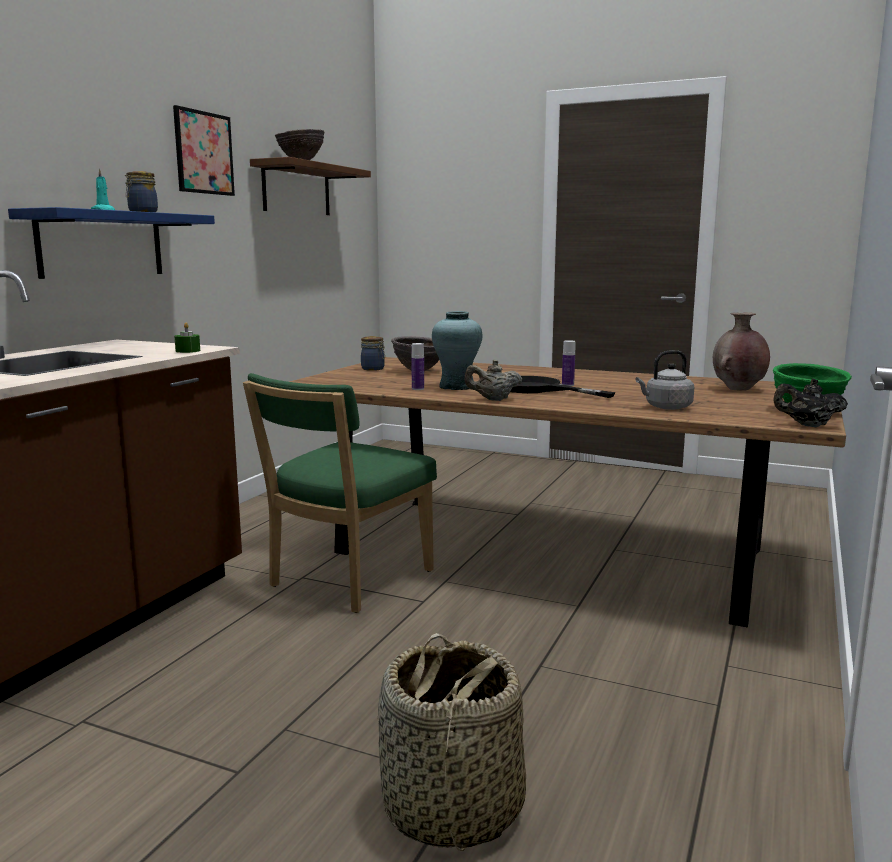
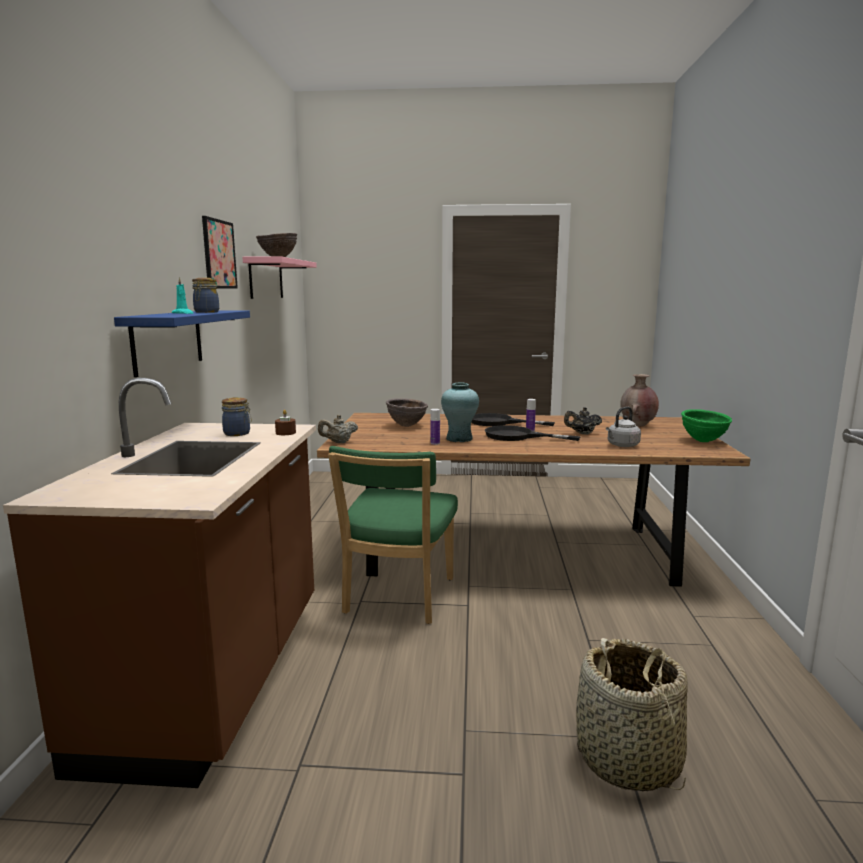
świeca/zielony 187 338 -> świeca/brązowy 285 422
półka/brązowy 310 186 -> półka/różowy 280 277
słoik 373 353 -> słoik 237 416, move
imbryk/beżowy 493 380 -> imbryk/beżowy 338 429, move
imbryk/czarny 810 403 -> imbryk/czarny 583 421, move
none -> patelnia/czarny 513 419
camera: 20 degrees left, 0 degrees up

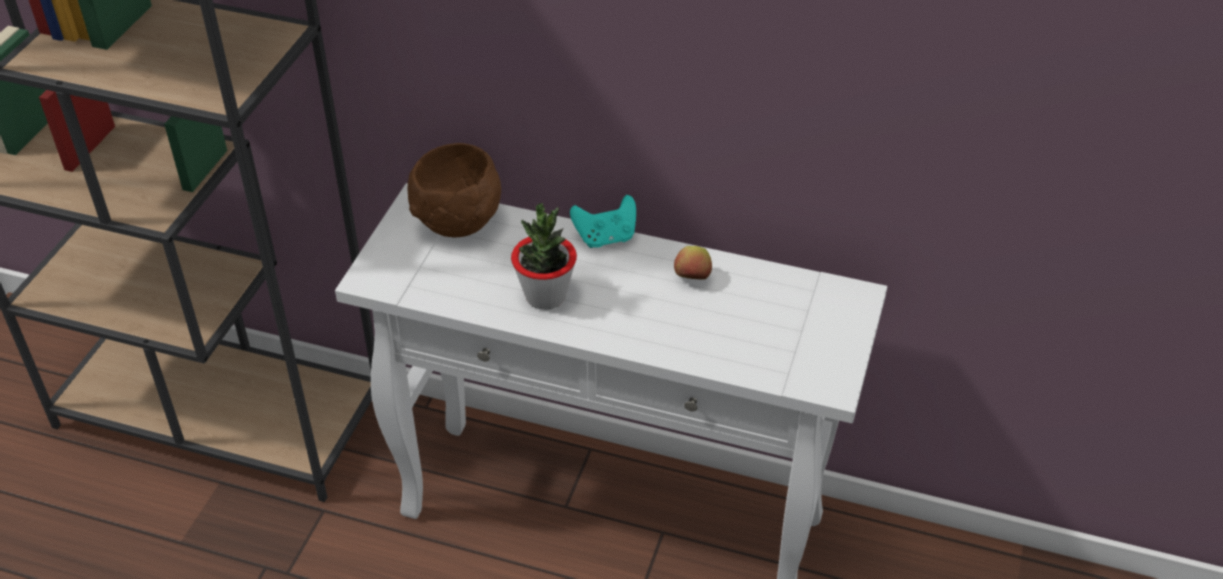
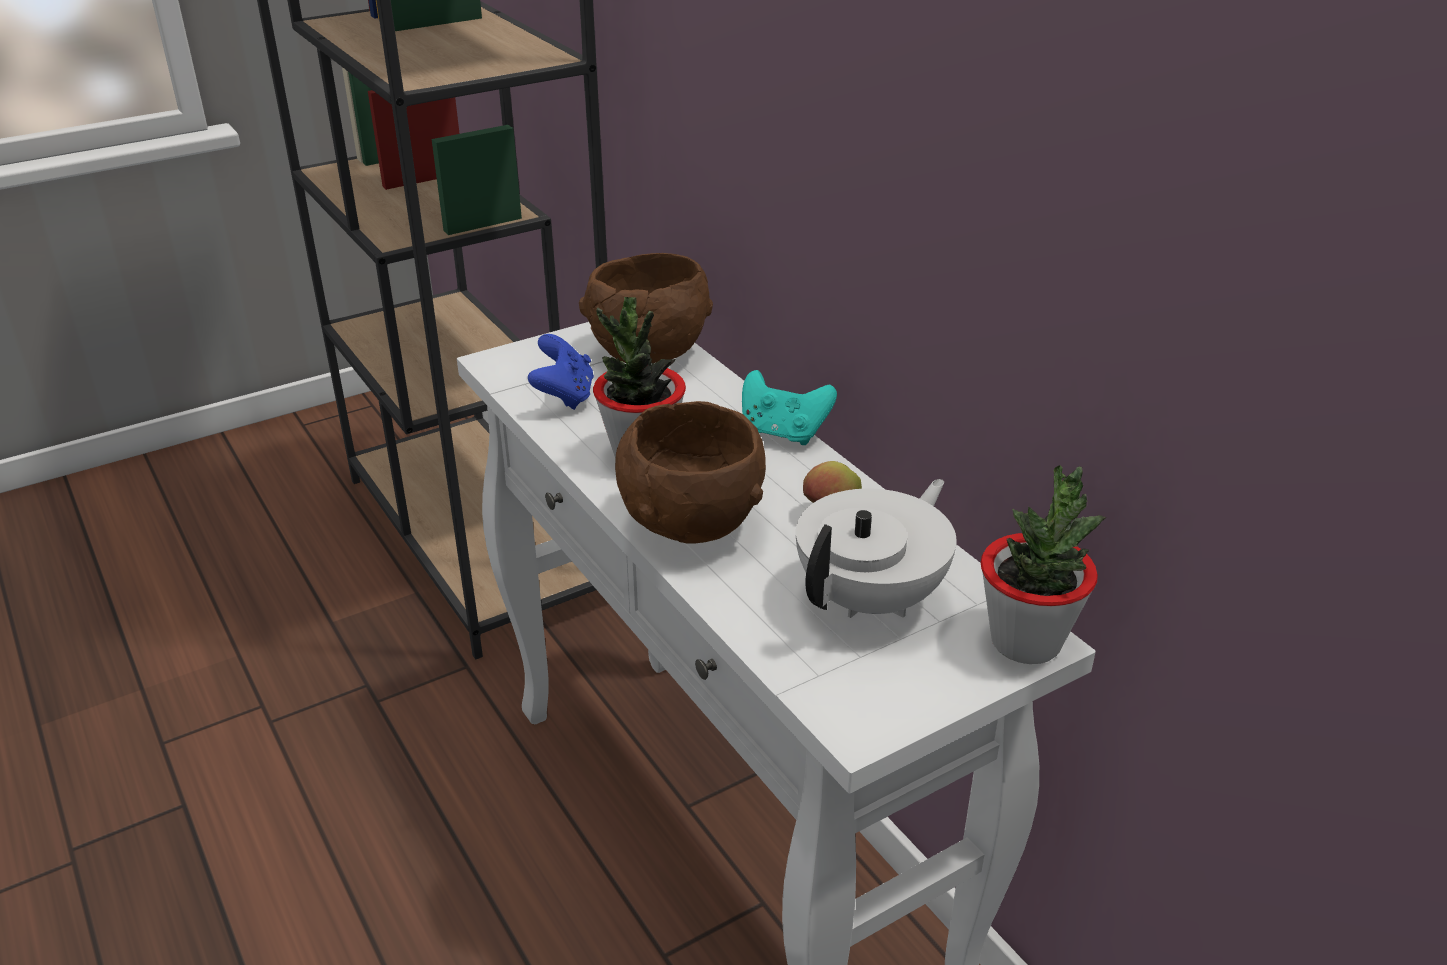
none -> pad do gier/niebieski 561 372
none -> miska/brązowy 690 472
none -> imbryk/biały 876 548
none -> roślina doniczkowa 1043 564
camera: 40 degrees right, 10 degrees down

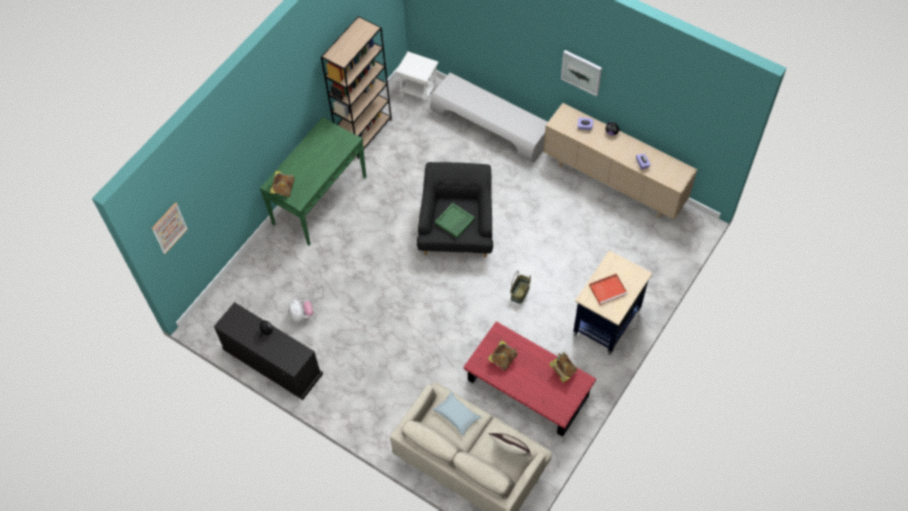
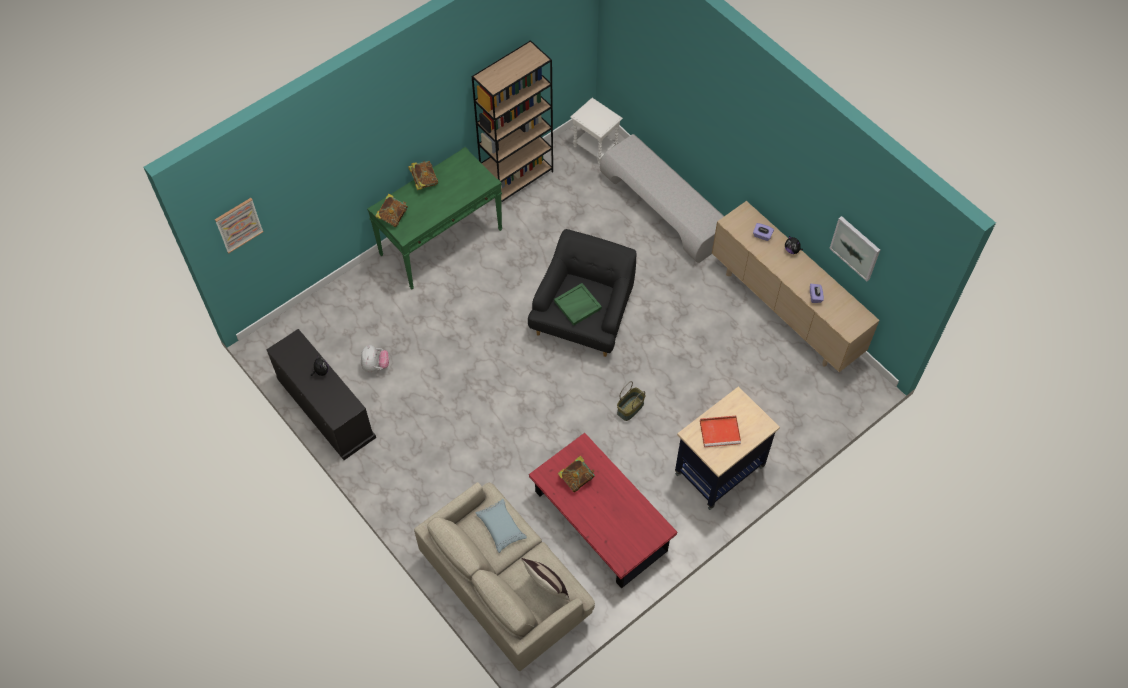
książka 563 368 -> książka 423 175, move
obraz 581 73 -> obraz 854 248, move
camera: 15 degrees right, 0 degrees up

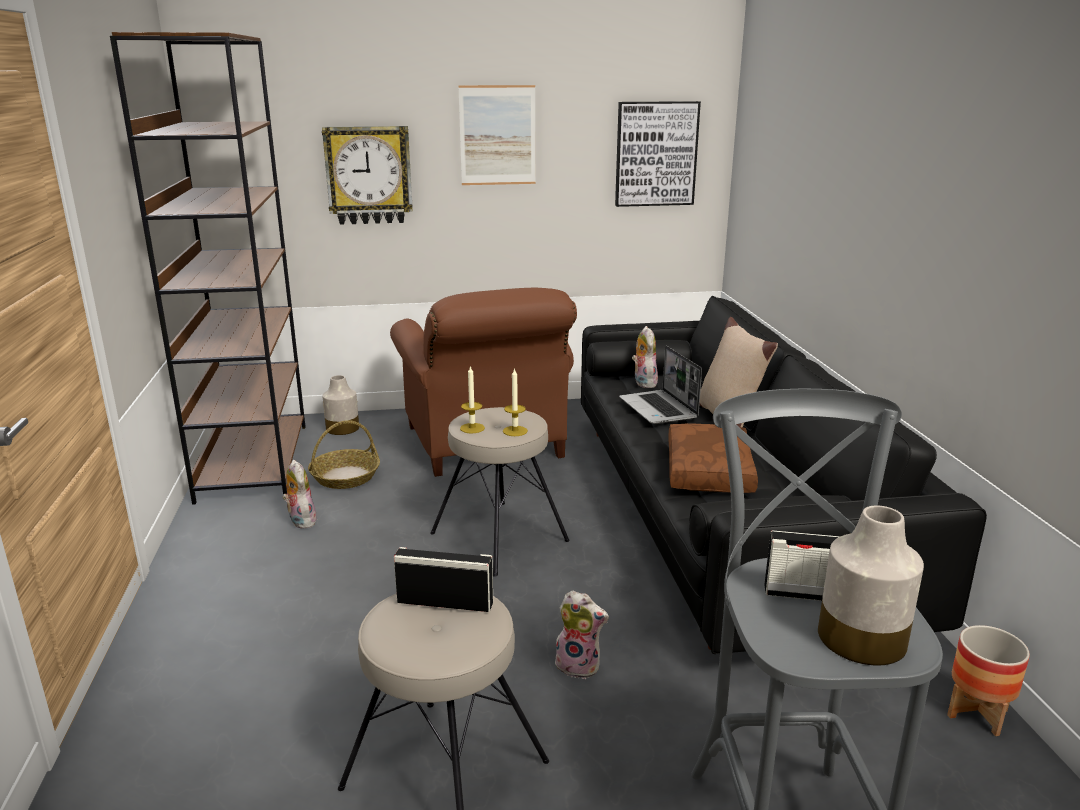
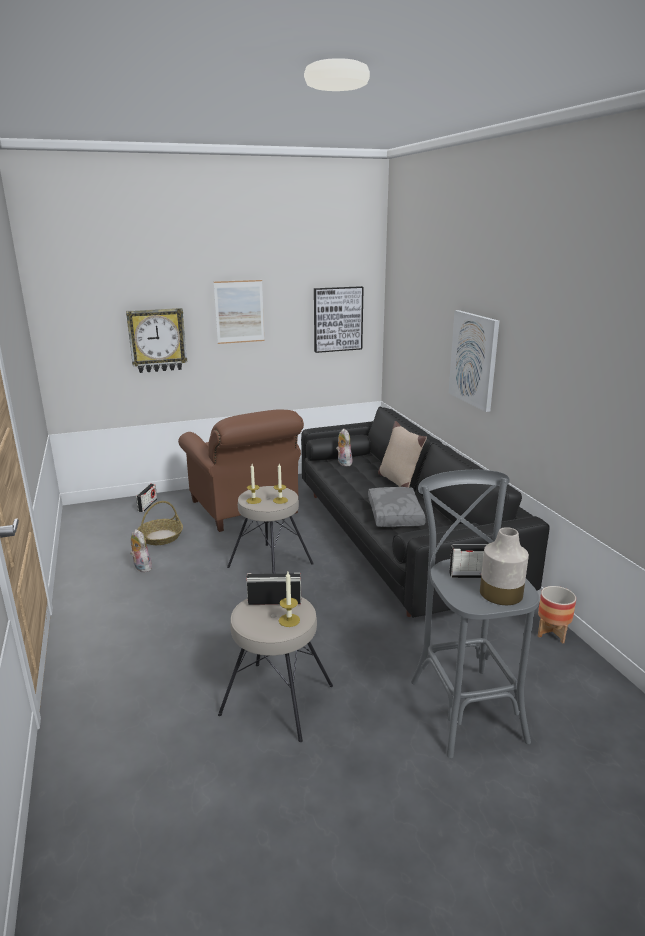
regał/brązowy 208 268 -> none
wazon/beżowy 340 405 -> radio 146 498
pluszak 582 634 -> none
laptop 660 385 -> none
poduszka/brązowy 713 458 -> poduszka/szary 397 507
none -> świeca 289 599
none -> obraz 474 361
camera: 10 degrees left, 0 degrees up

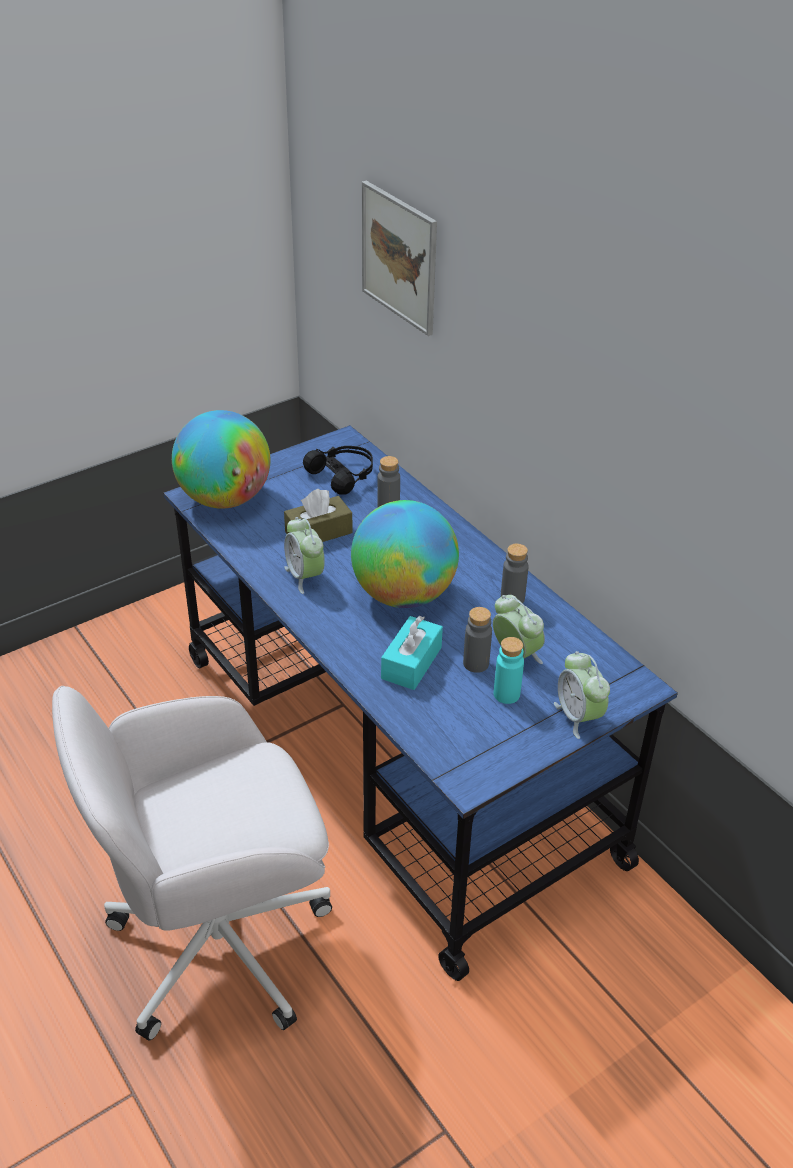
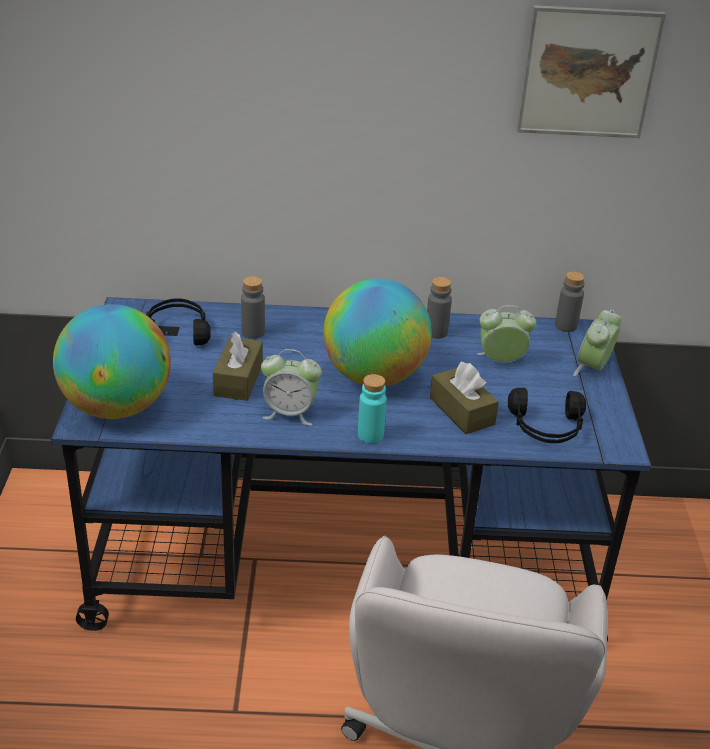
obraz 399 258 -> obraz 591 71, move
pudełko chusteczek/turkusowy 412 653 -> pudełko chusteczek/brązowy 464 398
butelka/szary 477 640 -> butelka/szary 570 301, move
butelka/turkusowy 509 670 -> butelka/turkusowy 372 408, move
budzik 582 695 -> budzik 597 342, 105 degrees clockwise
none -> słuchawki/czarny 547 415
camera: 55 degrees left, 5 degrees down

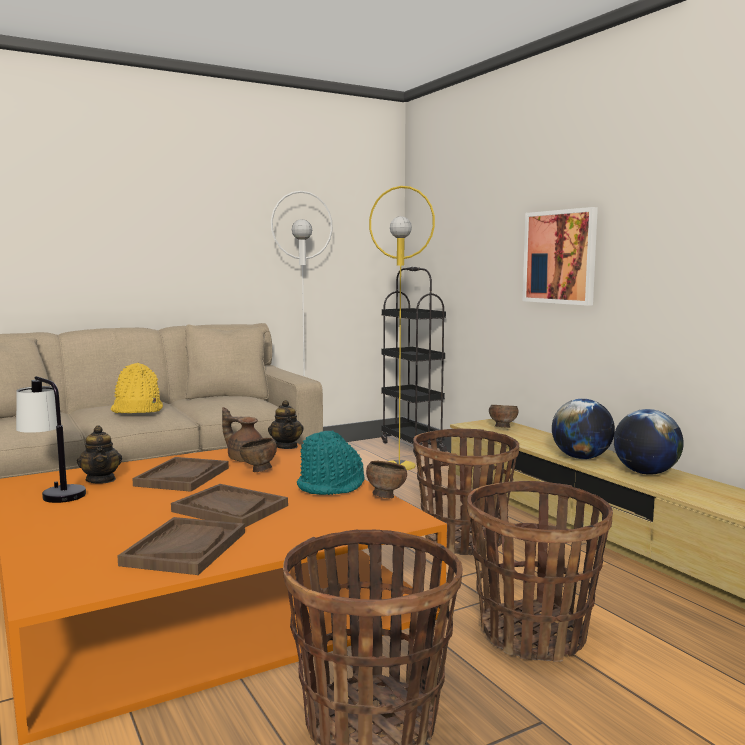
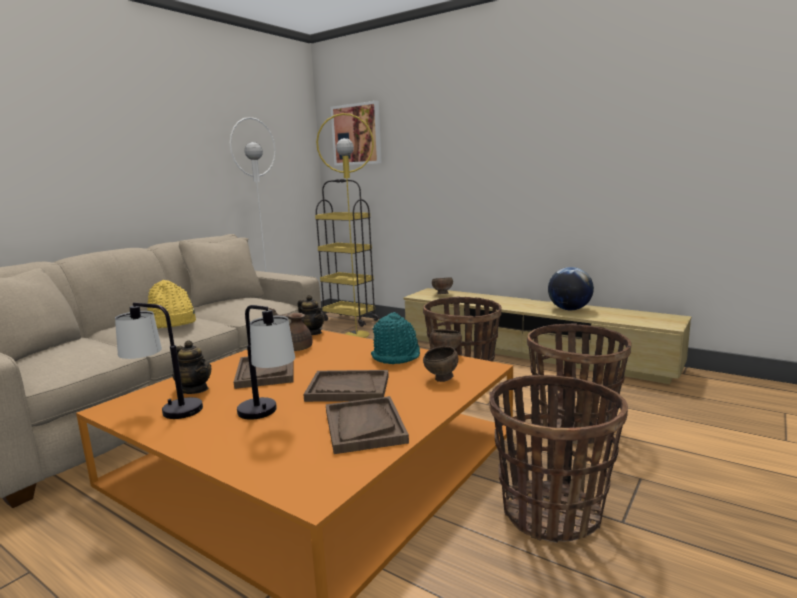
miska/brązowy 258 455 -> miska/brązowy 440 364, move
wózek/czarny 414 362 -> wózek/żółty 347 253
obraz 560 256 -> obraz 356 133, move
globus 583 429 -> none
none -> lampa stołowa 266 362
camera: 25 degrees left, 5 degrees up

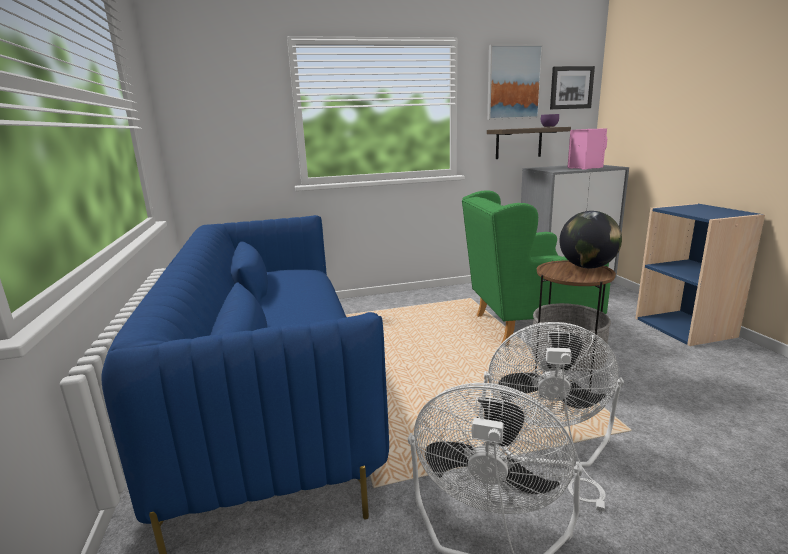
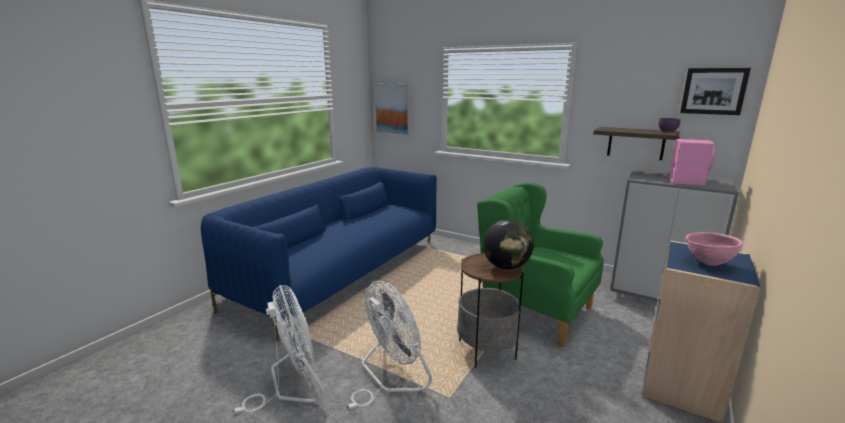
obraz 515 82 -> obraz 392 109, move
none -> miska/różowy 714 249
camera: 45 degrees right, 0 degrees up

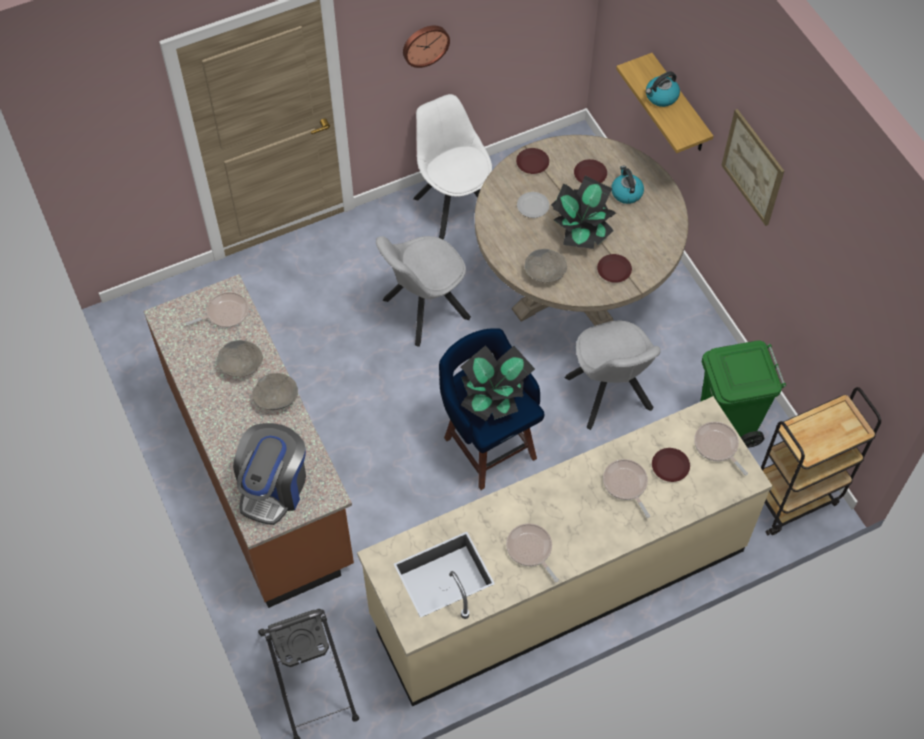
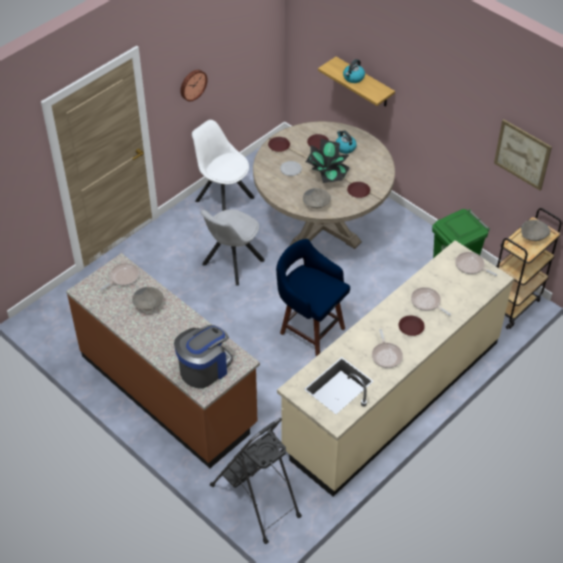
ekspres do kawy 269 474 -> ekspres do kawy 203 357, 135 degrees counterclockwise
miska/szary 275 391 -> miska/szary 535 230, move
roślina doniczkowa 498 383 -> none
patelnia 532 552 -> patelnia 387 348, 135 degrees counterclockwise
krzesło/szary 613 375 -> none
talerz/brązowy 671 465 -> talerz/brązowy 412 325, move
obraz 752 167 -> obraz 523 155, move
camera: 20 degrees left, 10 degrees down

